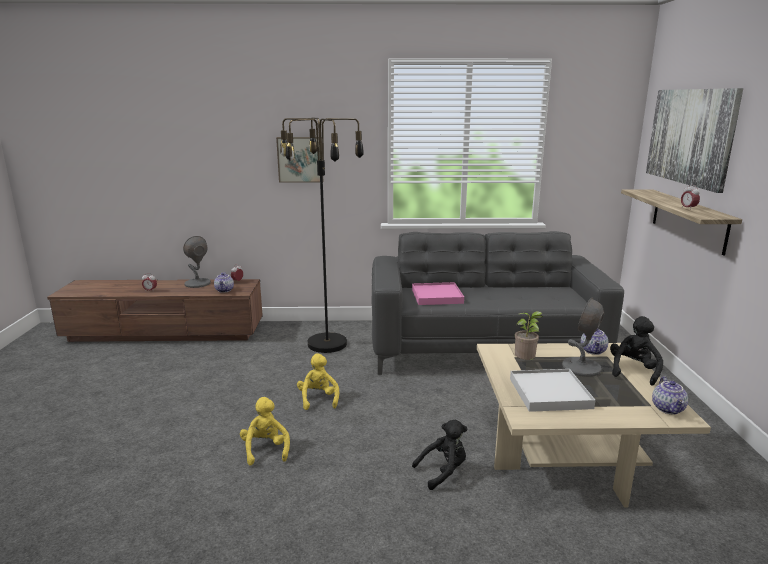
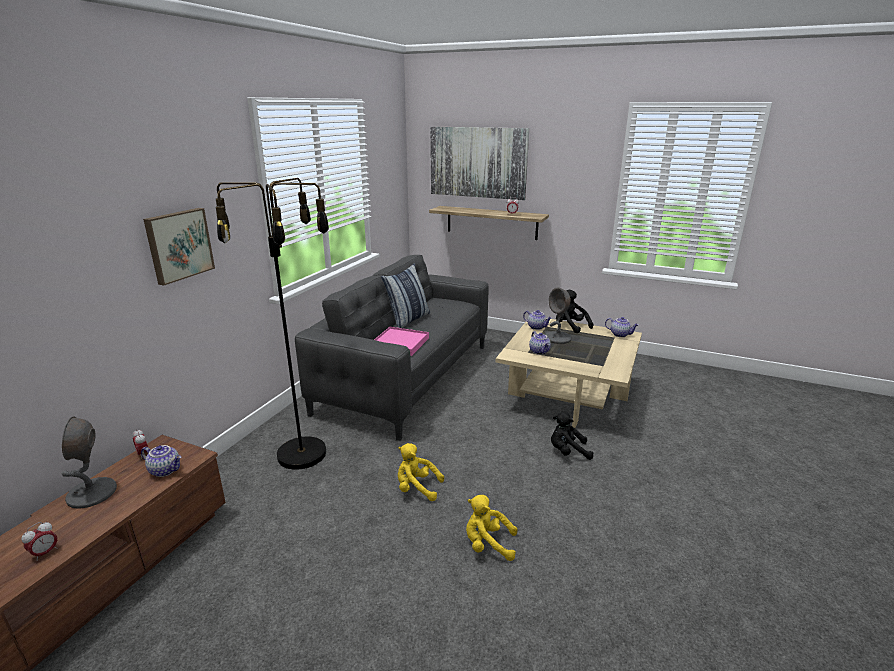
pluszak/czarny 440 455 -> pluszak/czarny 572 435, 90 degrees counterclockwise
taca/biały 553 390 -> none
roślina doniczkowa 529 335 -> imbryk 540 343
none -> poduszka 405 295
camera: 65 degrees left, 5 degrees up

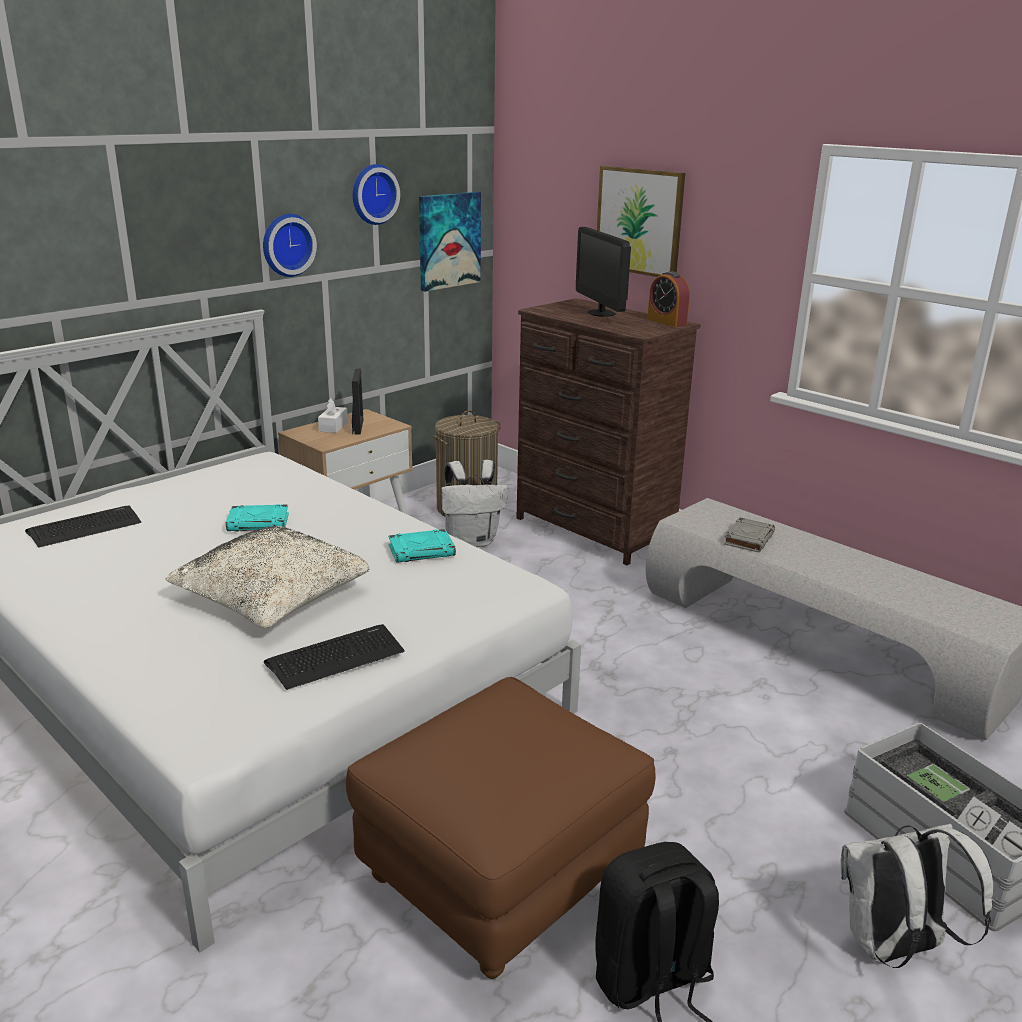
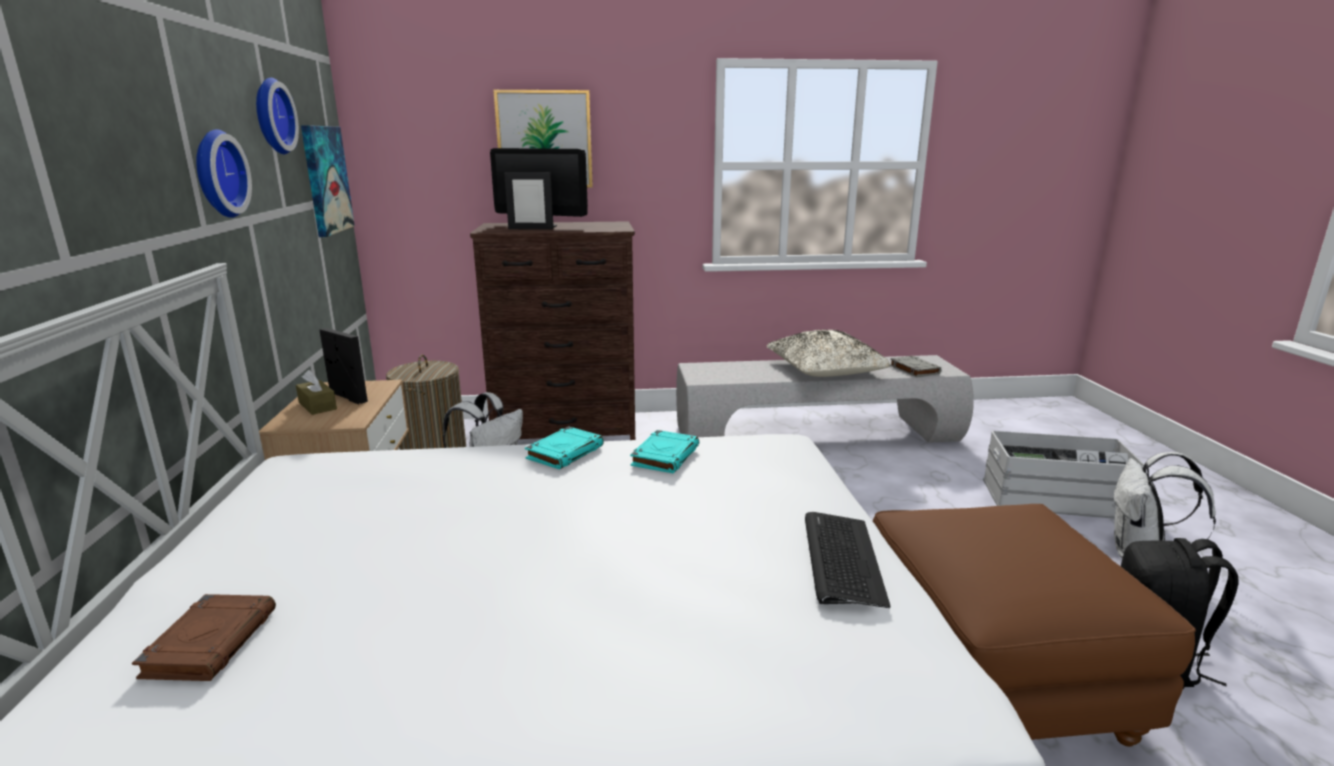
klawiatura 83 526 -> książka/brązowy 204 637
poduszka/beżowy 267 577 -> poduszka/beżowy 828 353, move
książka/turkusowy 257 517 -> książka/turkusowy 564 447, move
pudełko chusteczek/biały 333 415 -> pudełko chusteczek/brązowy 316 392
budzik 668 299 -> none
książka/szary 749 534 -> książka/szary 916 366, move
none -> ramka na zdjęcie 529 201
camera: 50 degrees left, 5 degrees down

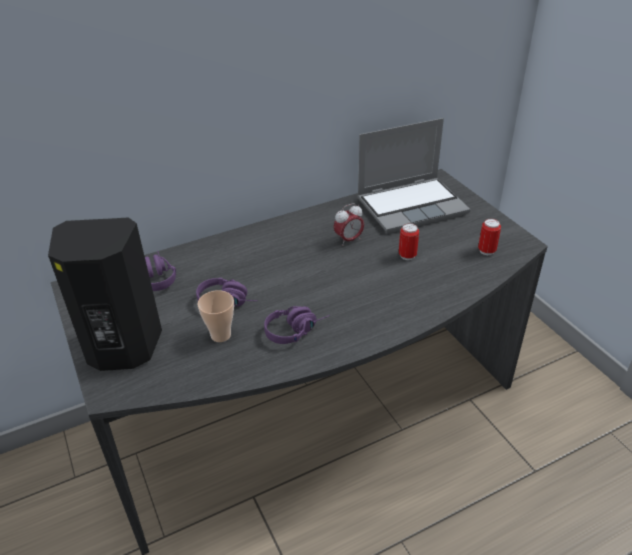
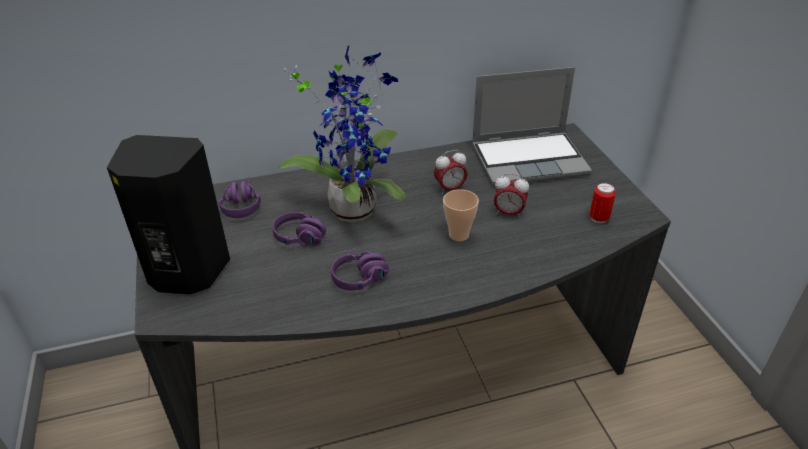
filiżanka 216 316 -> filiżanka 461 215, move
puszka 409 241 -> budzik 511 195
none -> roślina doniczkowa 341 134
camera: 10 degrees right, 0 degrees up

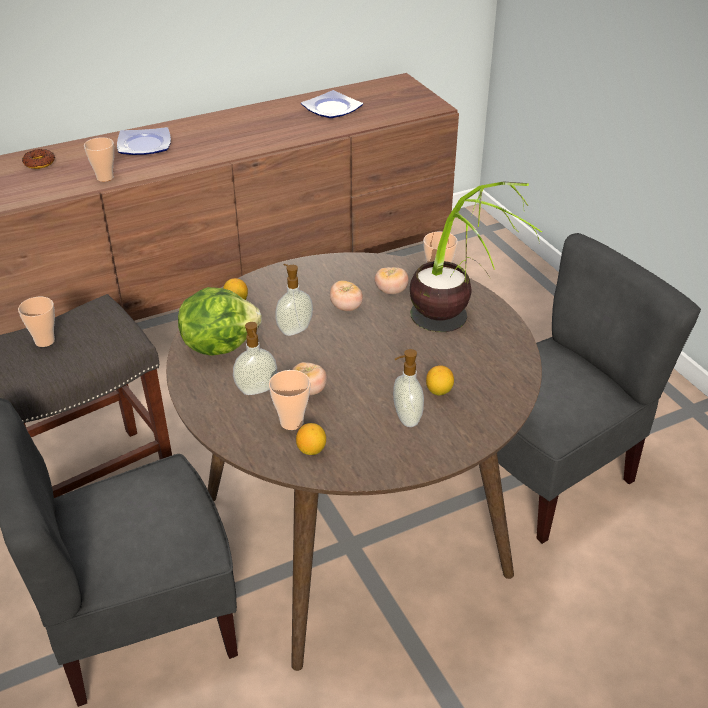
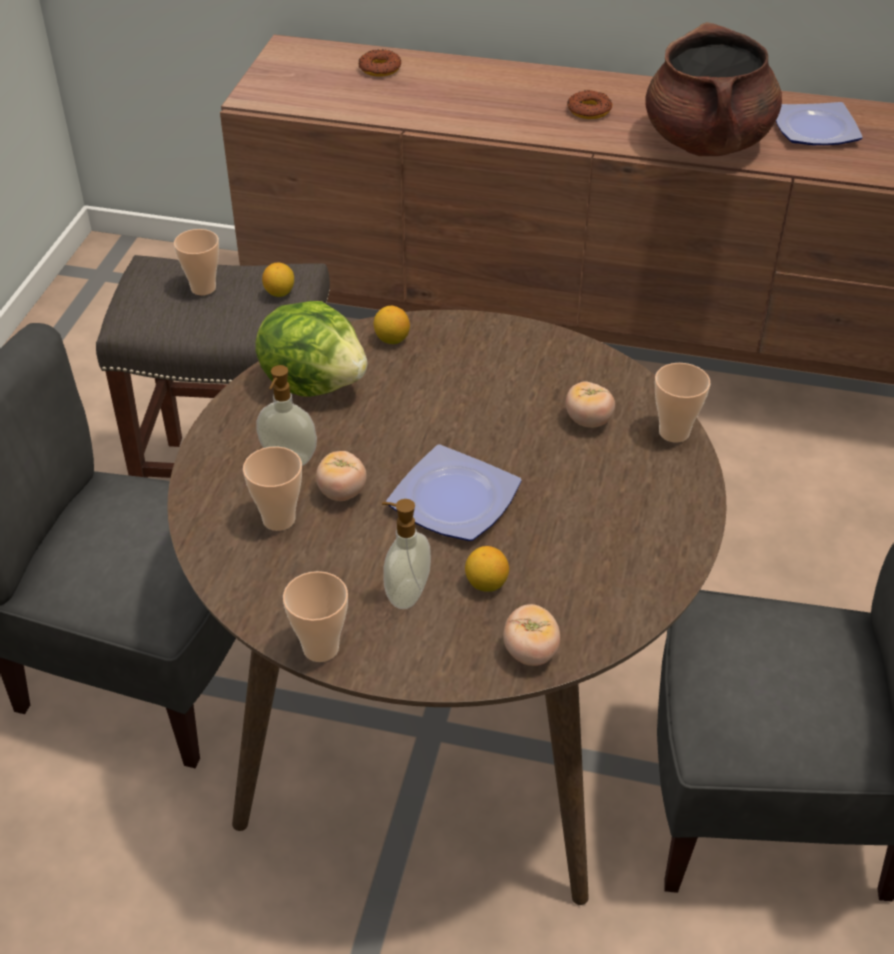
filiżanka 99 159 -> filiżanka 315 616, move
talerz 144 141 -> talerz 454 492, move
dozownik mydła 294 300 -> none
cytryna 311 439 -> cytryna 278 280, move
pomidor 346 296 -> pomidor 531 635, move
roślina doniczkowa 476 256 -> none
none -> donut 589 104
none -> garnek/brązowy 713 89
camera: 40 degrees right, 5 degrees up

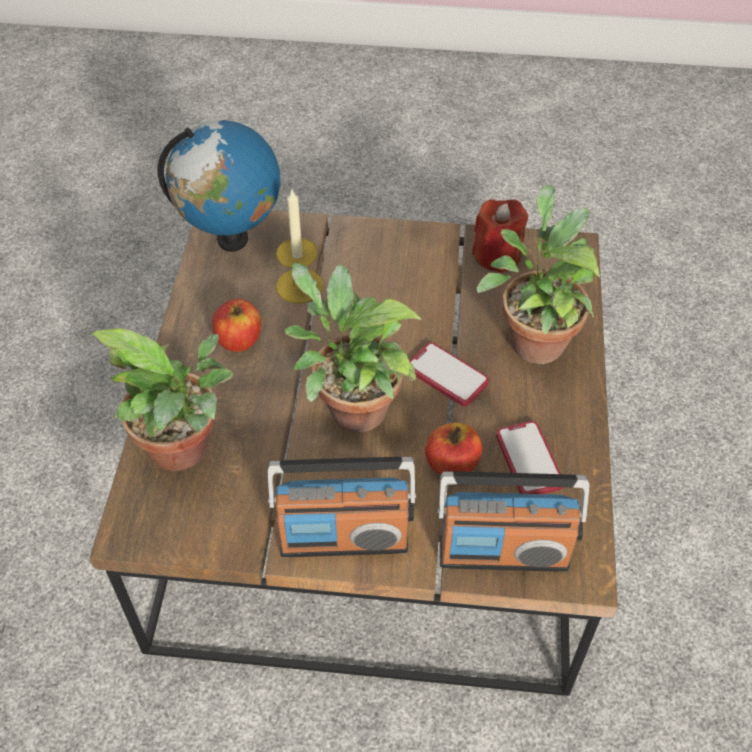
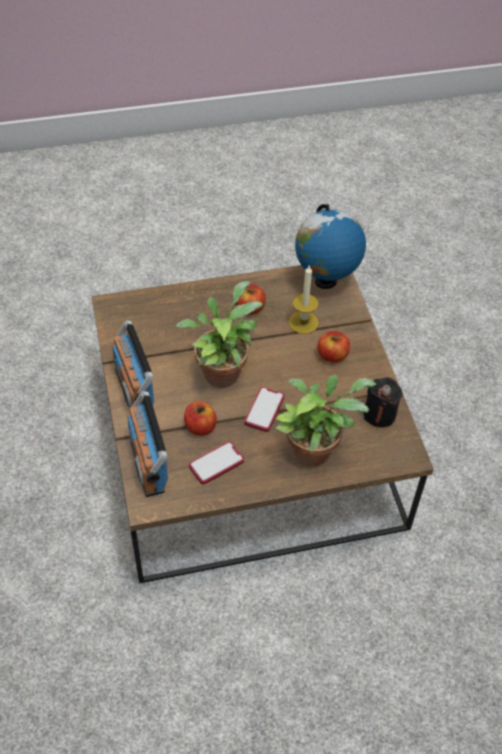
roślina doniczkowa 161 399 -> none
świeca/czerwony 500 236 -> świeca/czarny 383 402
none -> jabłko 334 346
camera: 70 degrees right, 0 degrees up

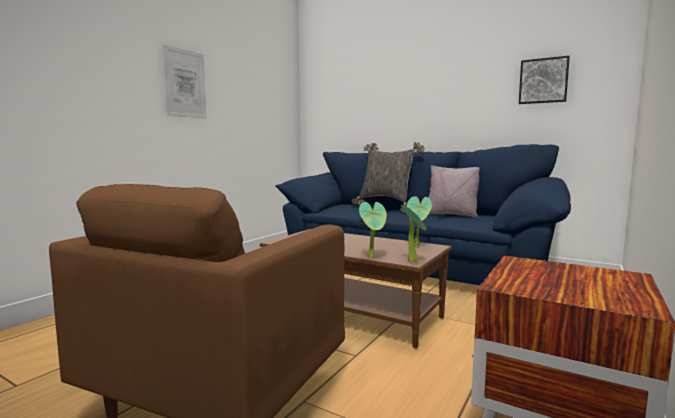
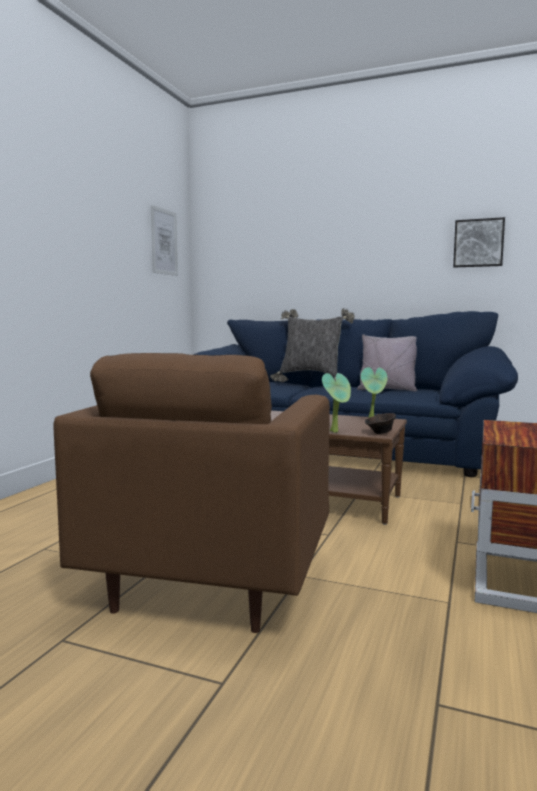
obraz 184 82 -> obraz 164 240, move
roślina doniczkowa 413 233 -> miska/brązowy 380 423
camera: 10 degrees left, 0 degrees up

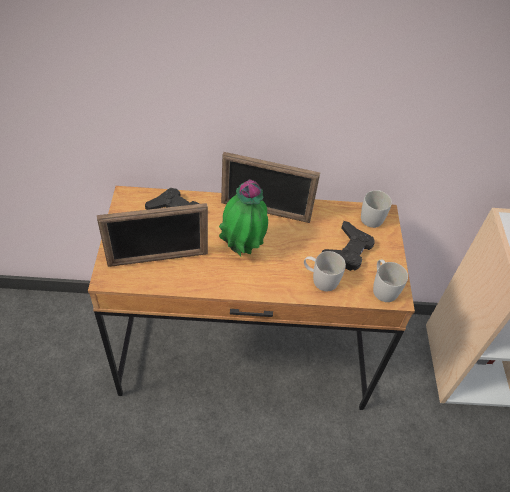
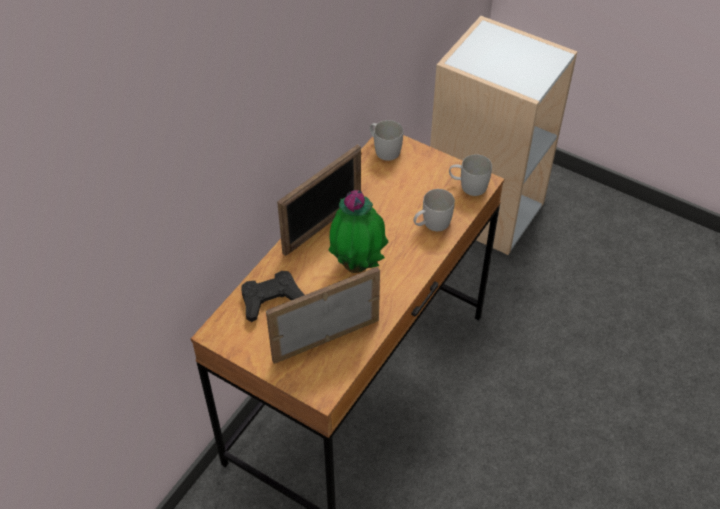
ramka na zdjęcie 152 235 -> ramka na zdjęcie 323 315, 135 degrees counterclockwise
pad do gier/czarny 348 246 -> none
camera: 55 degrees left, 0 degrees up

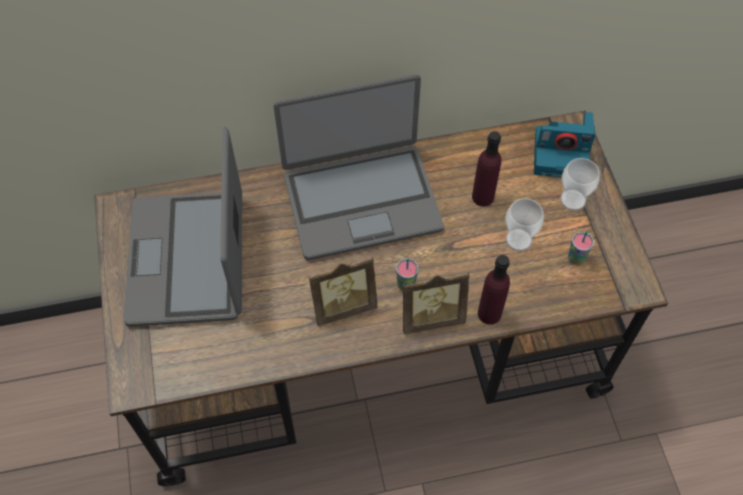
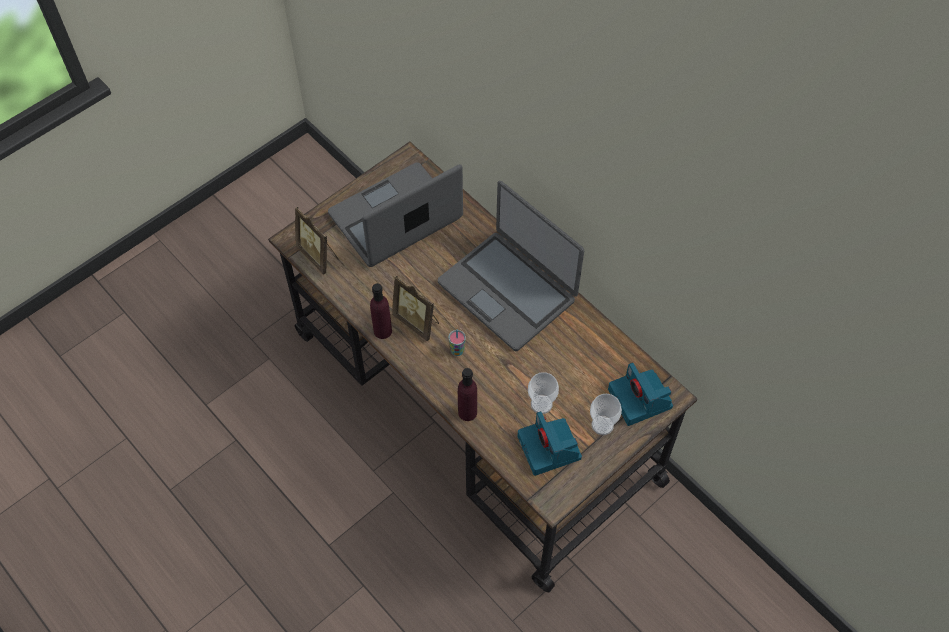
ramka na zdjęcie 436 303 -> ramka na zdjęcie 317 241, move
butelka/fioletowy 486 168 -> butelka/fioletowy 381 311, move
filiżanka 581 248 -> aparat fotograficzny 549 443
camera: 60 degrees right, 0 degrees up

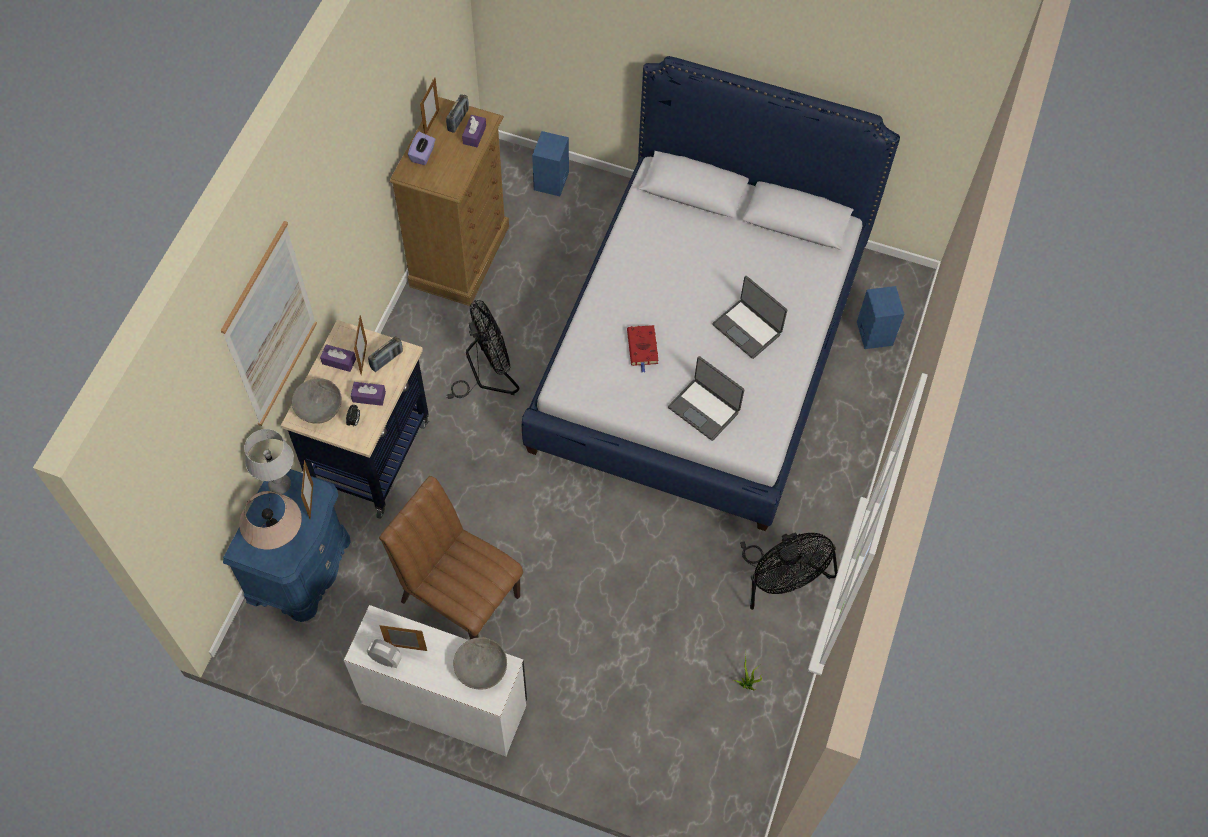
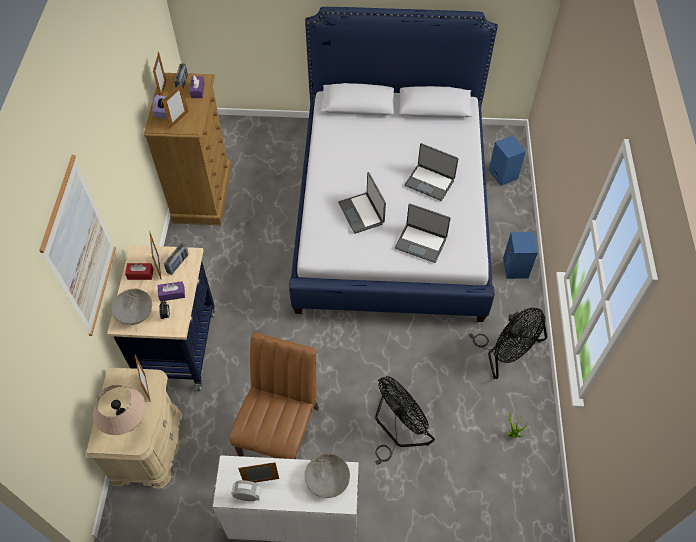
szafka nocna/niebieski 287 545 -> szafka nocna/beżowy 134 427
lampa stołowa/szary 269 461 -> none
pudełko chusteczek/fioletowy 338 358 -> pudełko chusteczek/czerwony 139 271
krzesło/brązowy 451 557 -> krzesło/brązowy 274 395, 90 degrees clockwise
wentylator/czarny 483 349 -> wentylator/czarny 405 420, move
głośnik/niebieski 550 163 -> głośnik/niebieski 520 255, move
książka/czerwony 643 348 -> laptop 362 203
none -> ramka na zdjęcie 175 106
camera: 15 degrees left, 5 degrees down

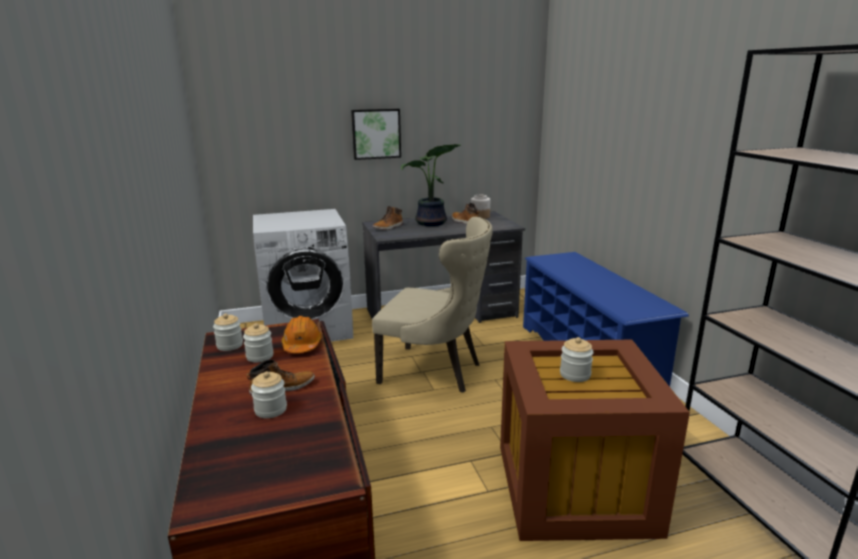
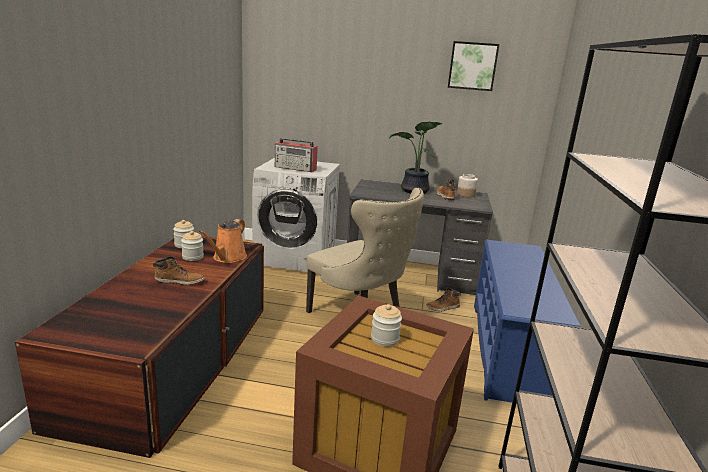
słoik 269 394 -> none
kask/pomarańczowy 301 334 -> konewka/pomarańczowy 223 241
obraz 376 134 -> obraz 473 66, move
but z cholewką 388 218 -> but z cholewką 444 300, move
none -> radio 296 155
camera: 25 degrees right, 0 degrees up

